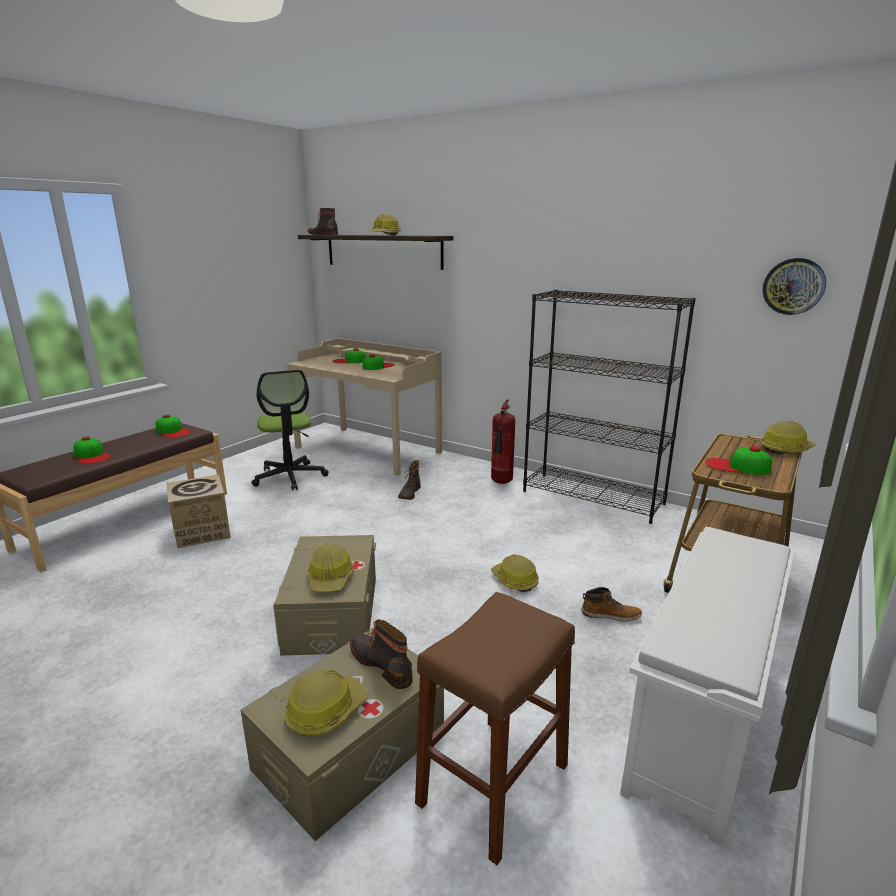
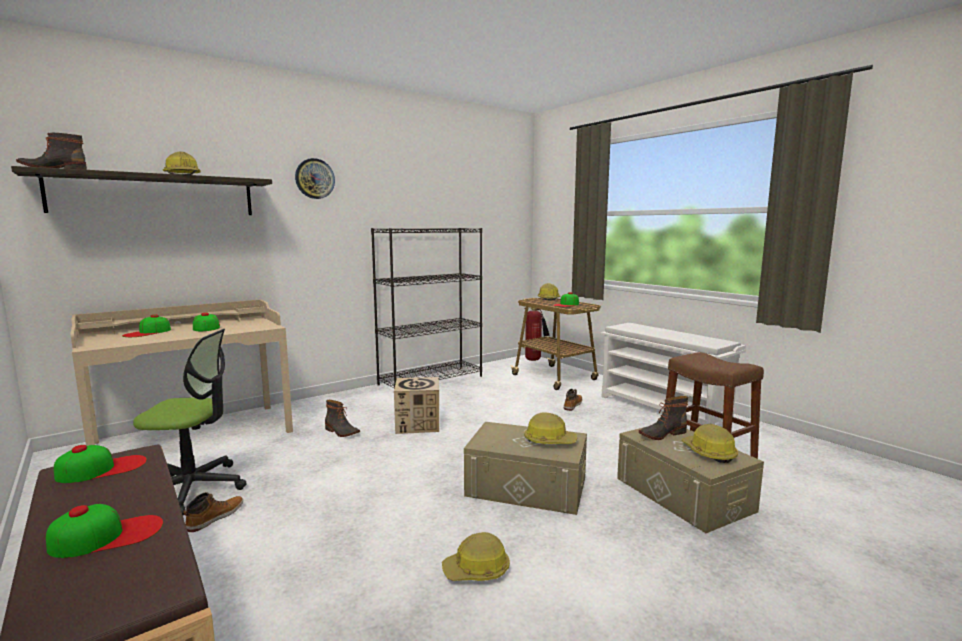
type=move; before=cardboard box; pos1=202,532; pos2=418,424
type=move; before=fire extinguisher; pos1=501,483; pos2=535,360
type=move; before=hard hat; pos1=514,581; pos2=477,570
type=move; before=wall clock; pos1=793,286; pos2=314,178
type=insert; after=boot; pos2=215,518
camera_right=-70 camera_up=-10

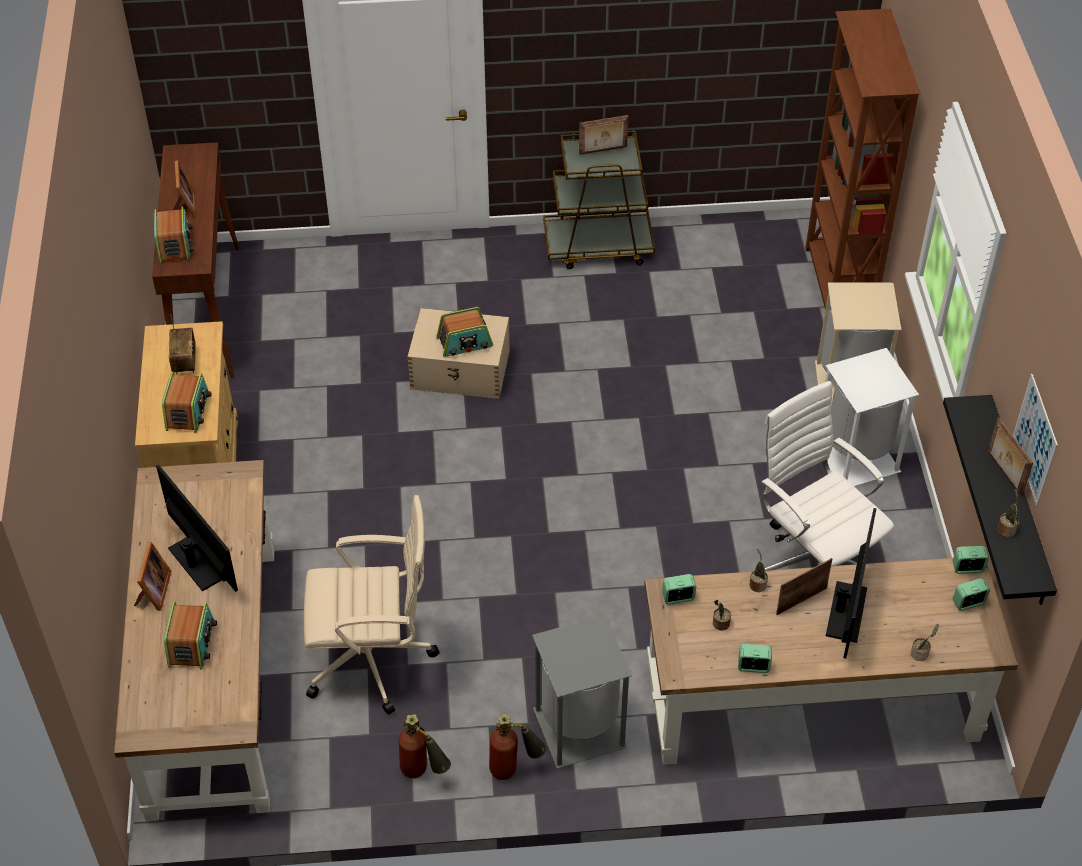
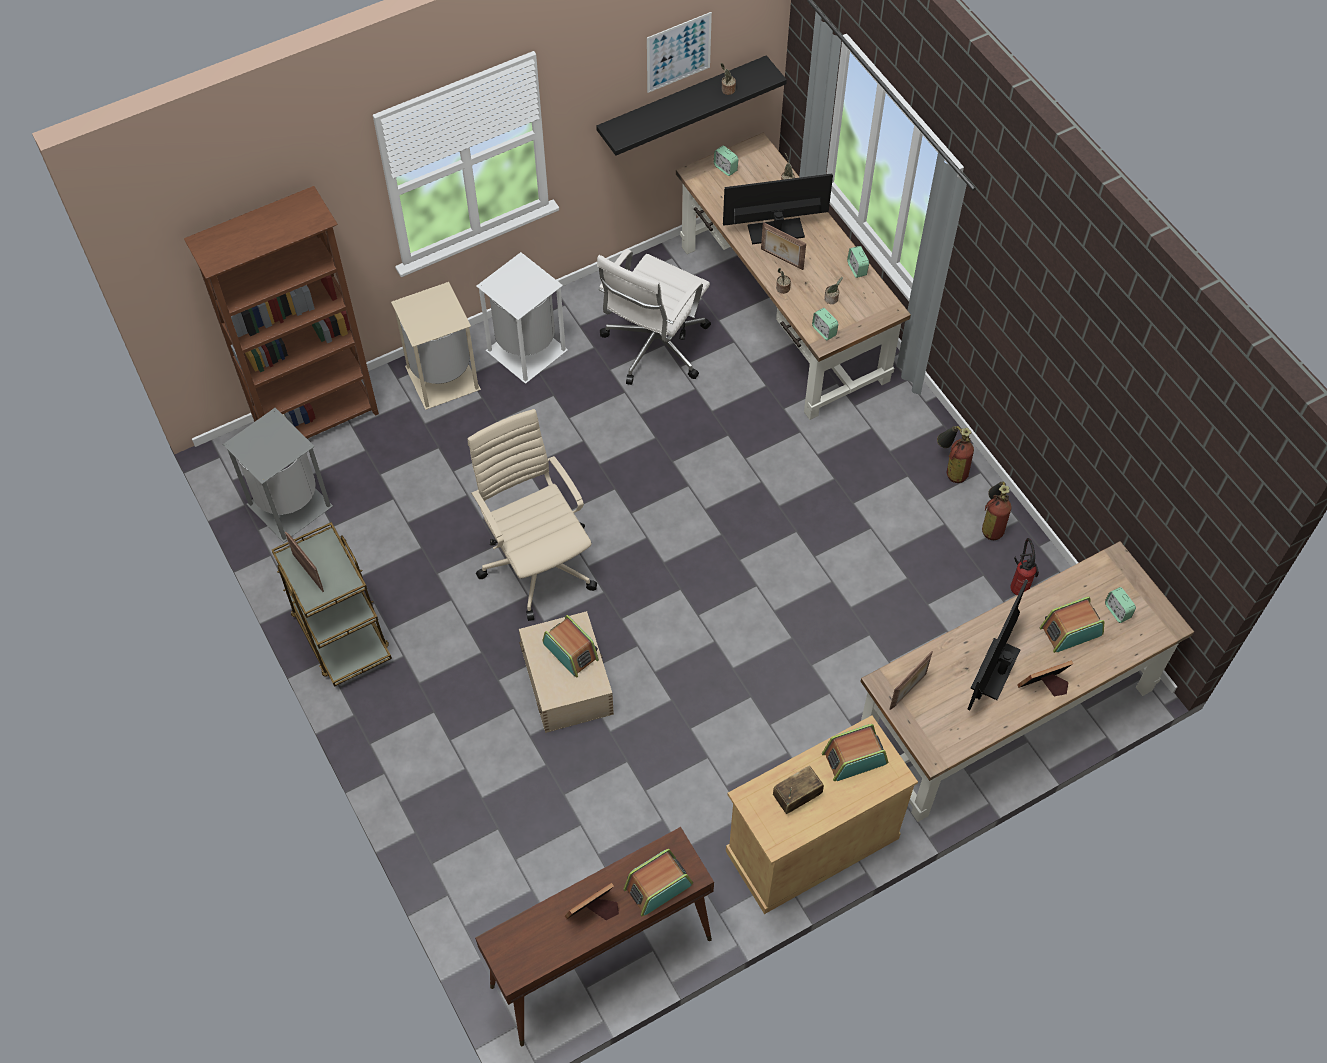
type=move; before=beige office chair; pos1=373,658; pos2=538,562
type=move; before=grey trash can; pos1=581,729; pos2=290,504
type=move; before=alarm clock; pos1=968,568; pos2=1117,611
type=move; before=picture frame; pos1=1004,473; pos2=908,691
type=insert; after=fire extinguisher; pos2=1019,586
camera_right=-115 camera_up=10

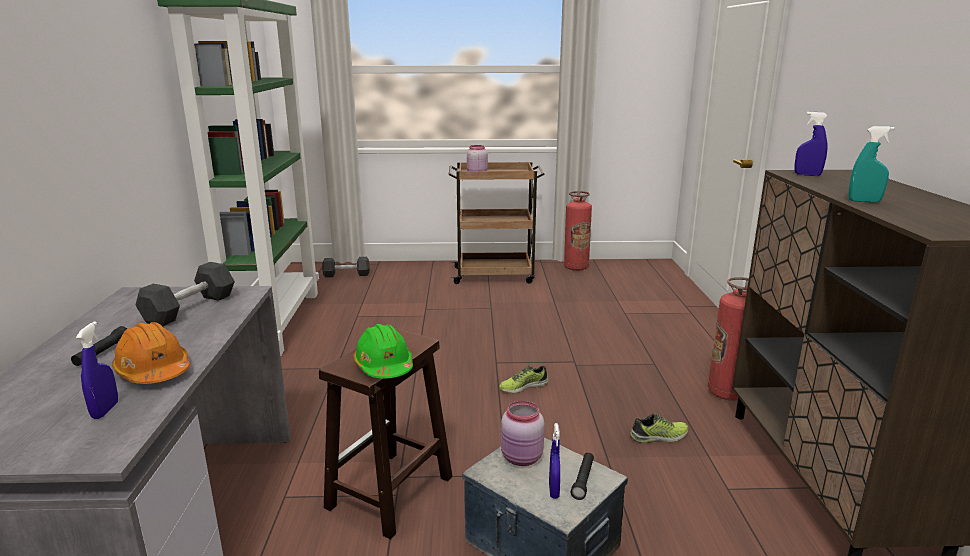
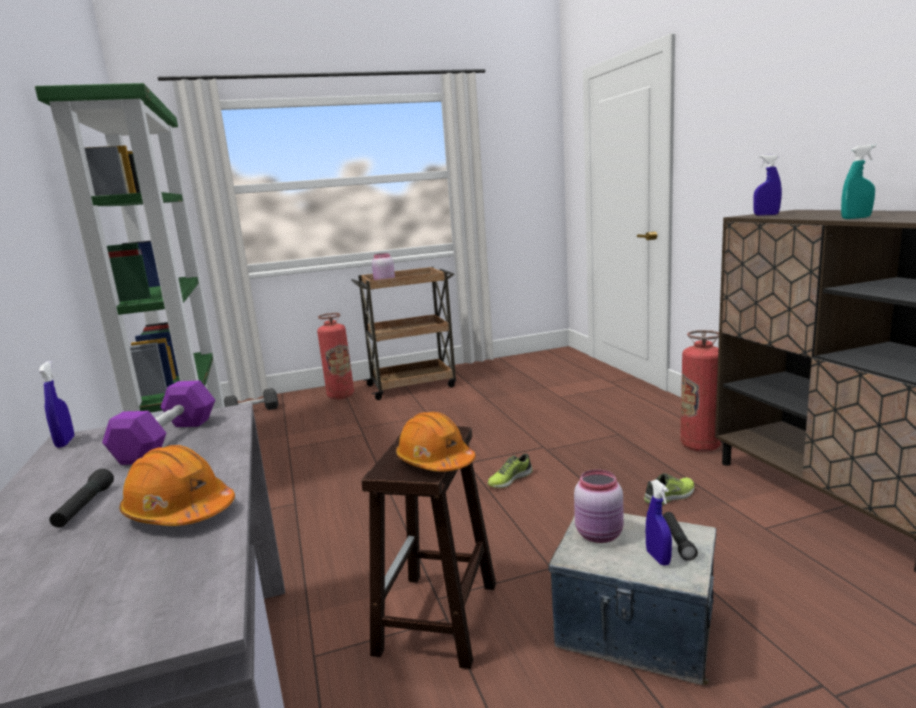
type=move; before=blue spray bottle; pos1=105,410; pos2=65,442
type=recolor; before=black dumbbell; after=purple dumbbell; pos1=190,308; pos2=167,440
type=recolor; before=green hard hat; after=orange hard hat; pos1=384,366; pos2=435,461
type=move; before=fire extinguisher; pos1=576,267; pos2=340,395
camera_right=-15 camera_up=-5

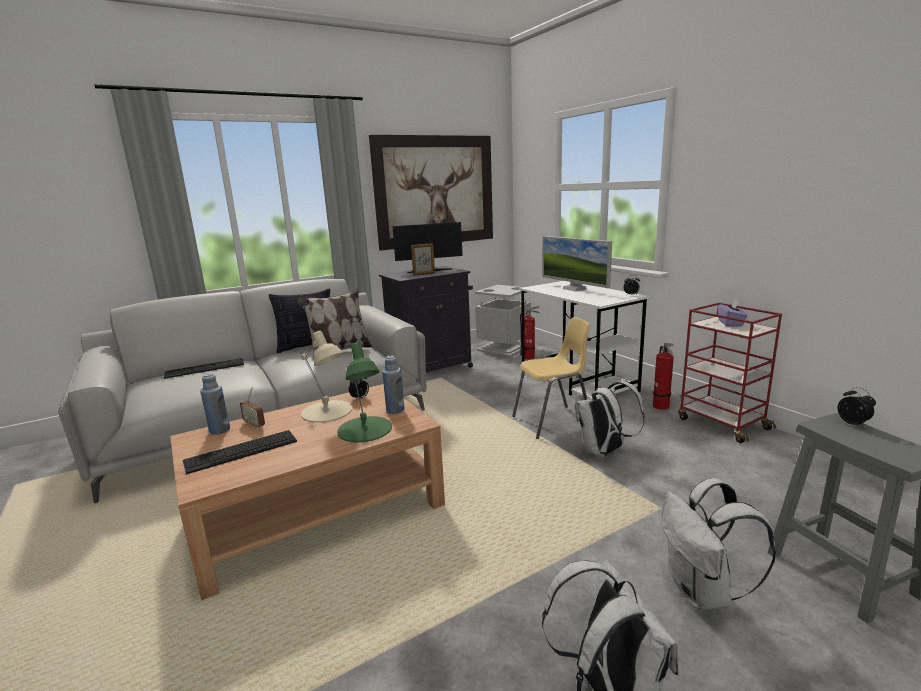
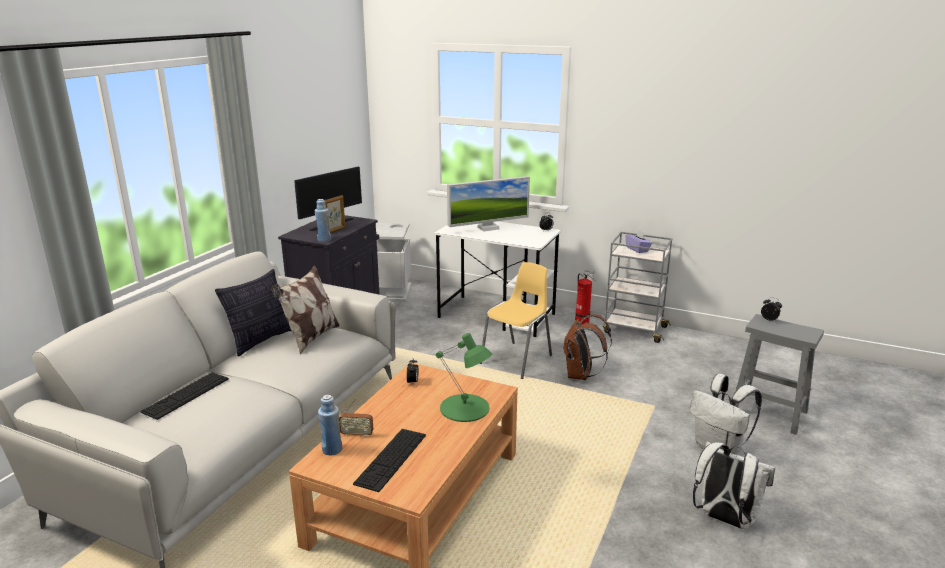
type=delete; before=beige table lamp; pos1=327,411
type=delete; before=picture; pos1=435,191
type=move; before=blue bottle; pos1=395,410; pos2=324,240
type=delete; before=fire extinguisher; pos1=530,357
type=rotate; before=monitor; pos1=574,289; pos2=488,228; turn=-45
type=recolor; before=white backpack; after=brown backpack; pos1=604,452; pos2=581,375
type=recolor; before=red cart; after=grey cart; pos1=721,423; pos2=634,329
camera_right=-35 camera_up=5

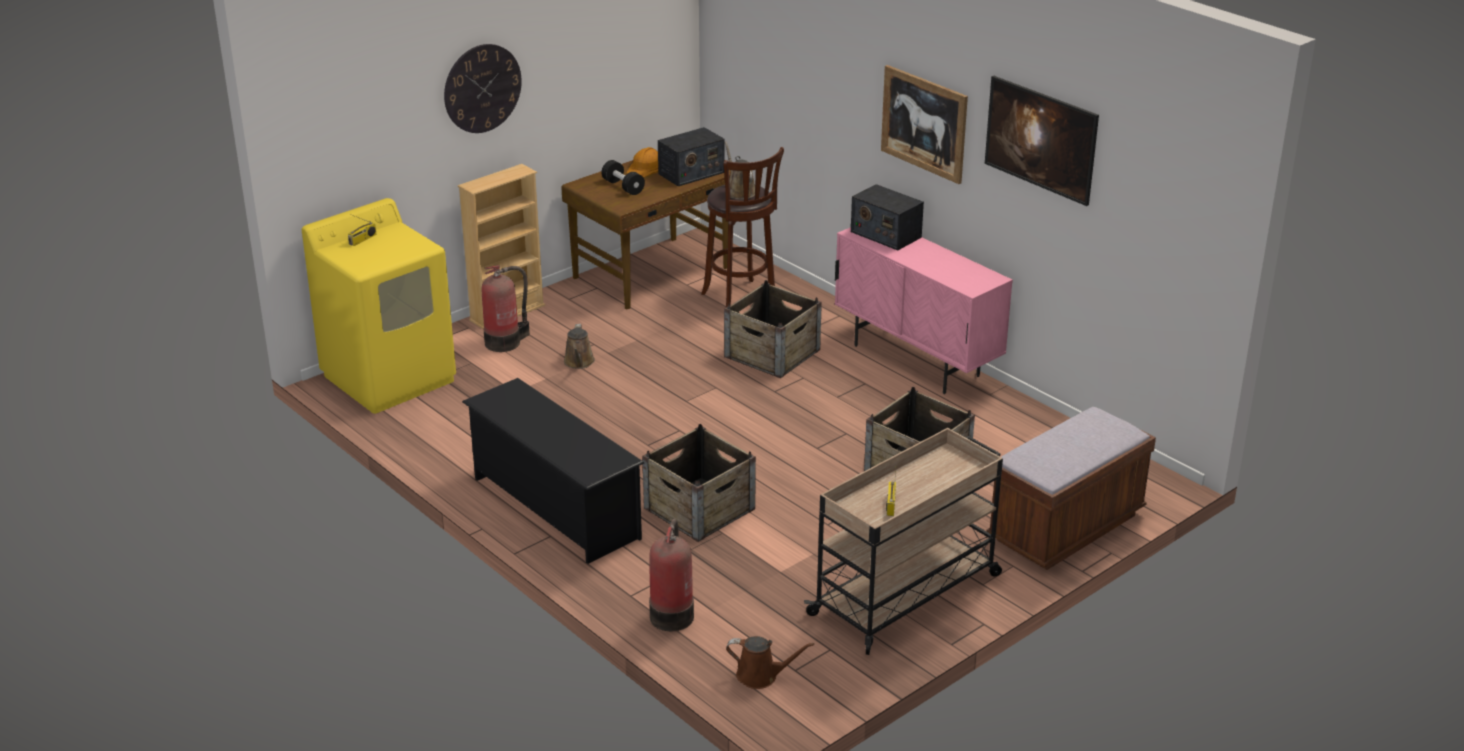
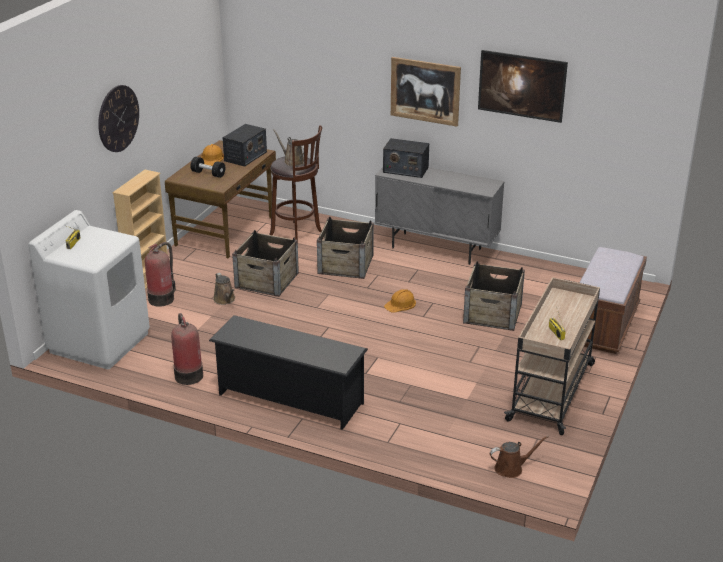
type=recolor; before=yellow washing machine; after=white washing machine; pos1=390,378; pos2=99,342
type=move; before=crate; pos1=699,509; pos2=267,280
type=move; before=fire extinguisher; pos1=672,614; pos2=188,375
type=recolor; before=pink cabinet; after=grey cabinet; pos1=916,361; pos2=436,248
type=insert; after=orange hard hat; pos2=400,304
camera_right=-25 camera_up=0

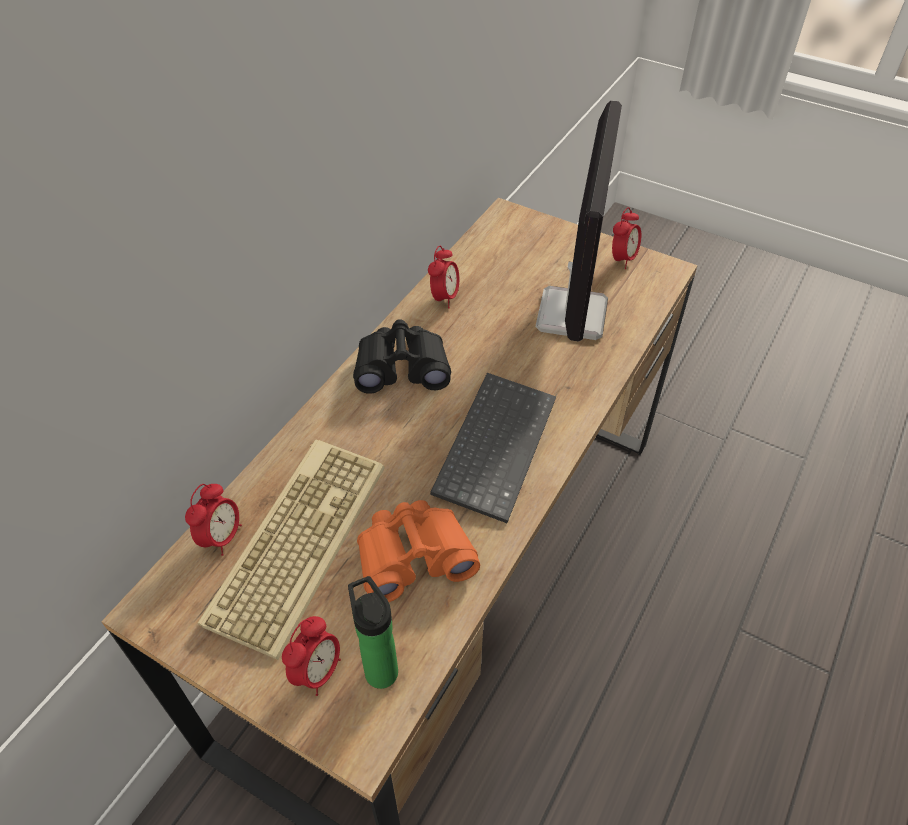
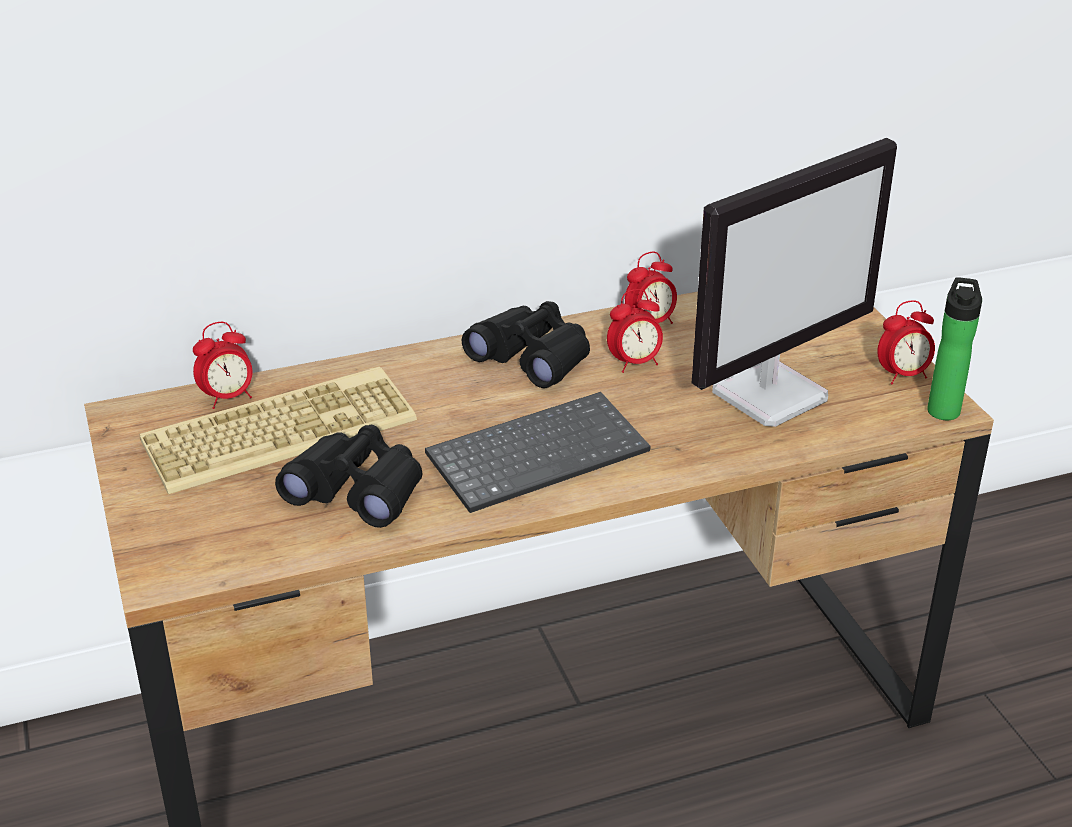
type=move; before=alarm clock; pos1=317,671; pos2=634,363
type=move; before=bottle; pos1=379,668; pos2=943,408
type=recolor; before=orange binoculars; after=black binoculars; pos1=414,556; pos2=357,491
camera_right=40 camera_up=-15

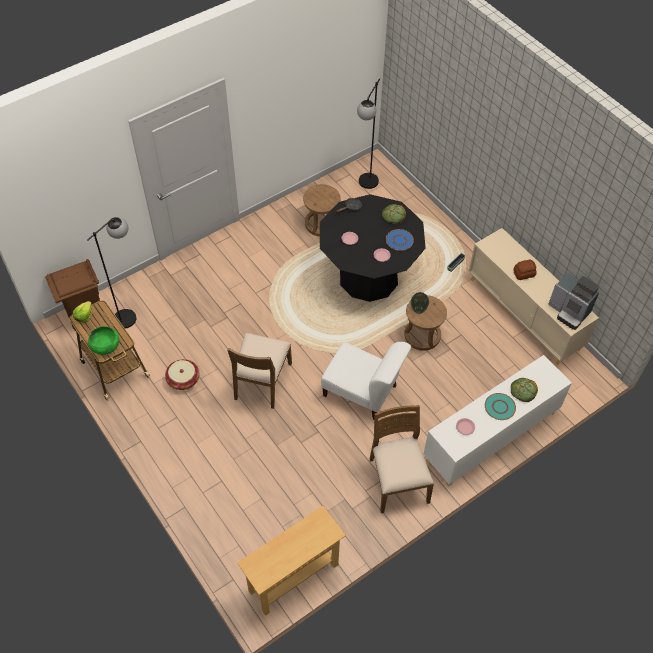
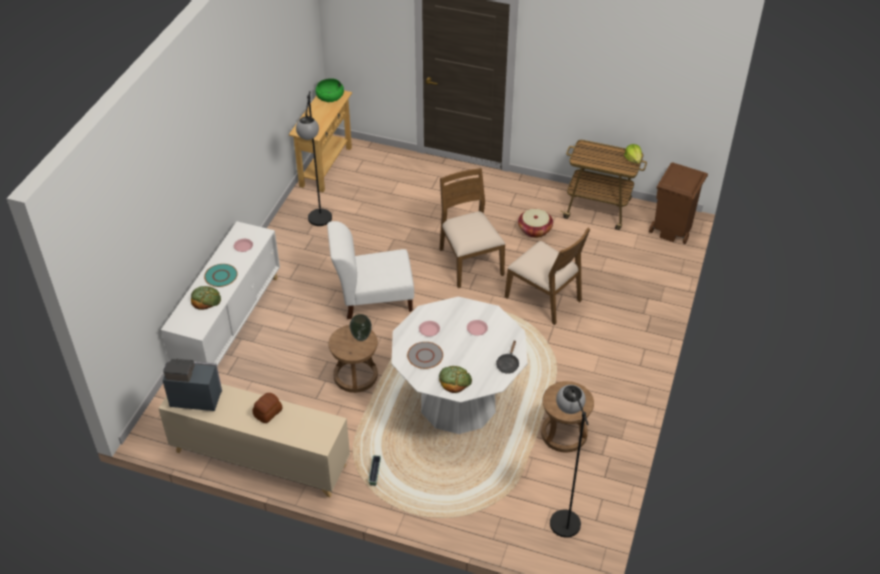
type=move; before=black floor lamp; pos1=130,313; pos2=319,224
type=move; before=green bowl; pos1=105,345; pos2=330,96
type=recolor; before=black dining table; after=white dining table; pos1=368,277; pos2=458,403
type=move; before=brown chair; pos1=397,480; pos2=544,298
type=recolor; before=blue plate; after=grey plate; pos1=399,240; pos2=425,356
camera_right=145 camera_up=-10

